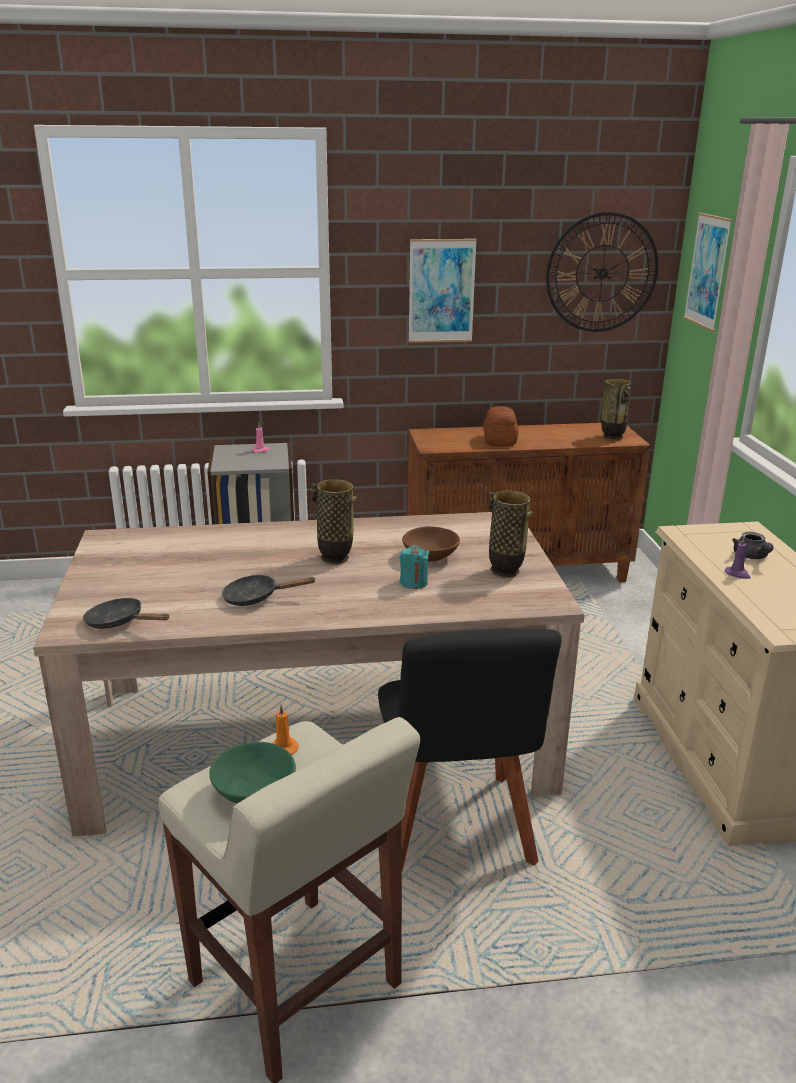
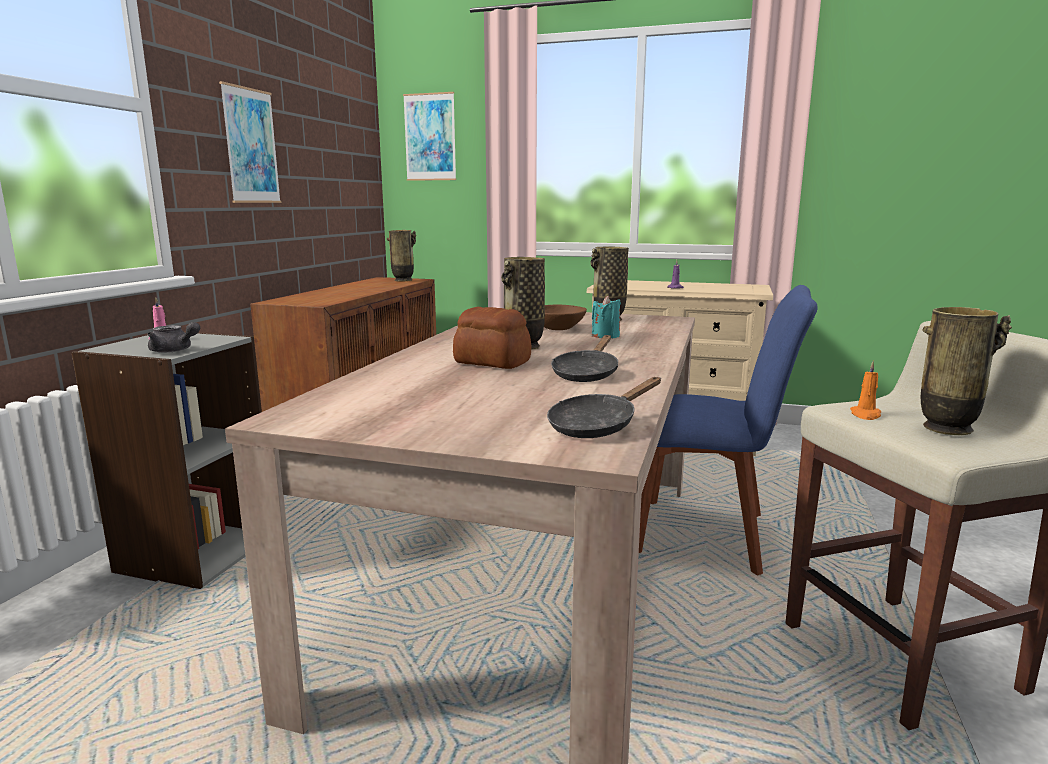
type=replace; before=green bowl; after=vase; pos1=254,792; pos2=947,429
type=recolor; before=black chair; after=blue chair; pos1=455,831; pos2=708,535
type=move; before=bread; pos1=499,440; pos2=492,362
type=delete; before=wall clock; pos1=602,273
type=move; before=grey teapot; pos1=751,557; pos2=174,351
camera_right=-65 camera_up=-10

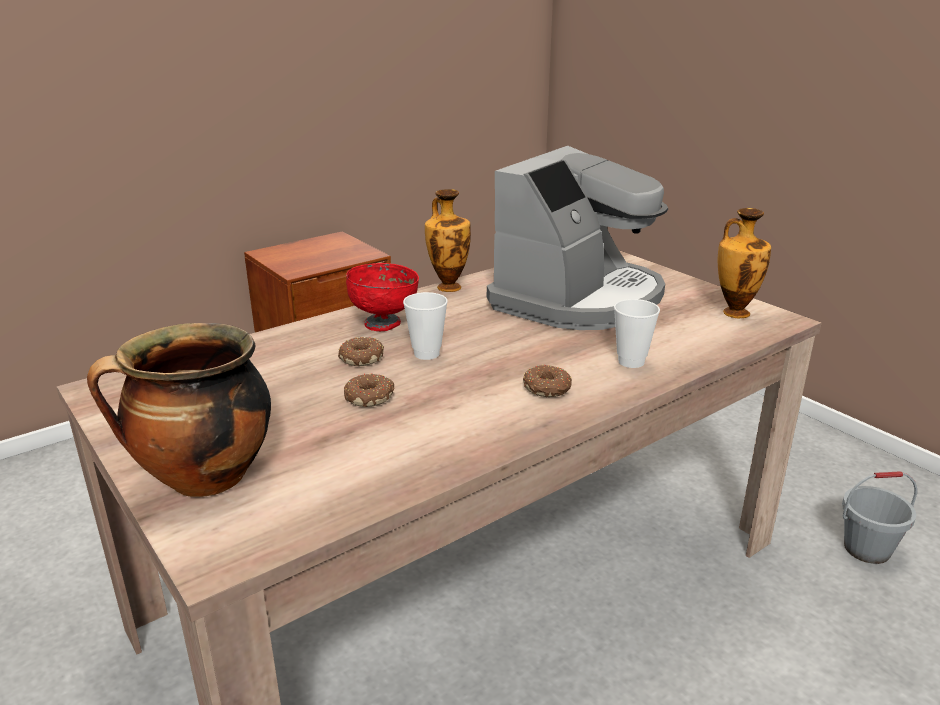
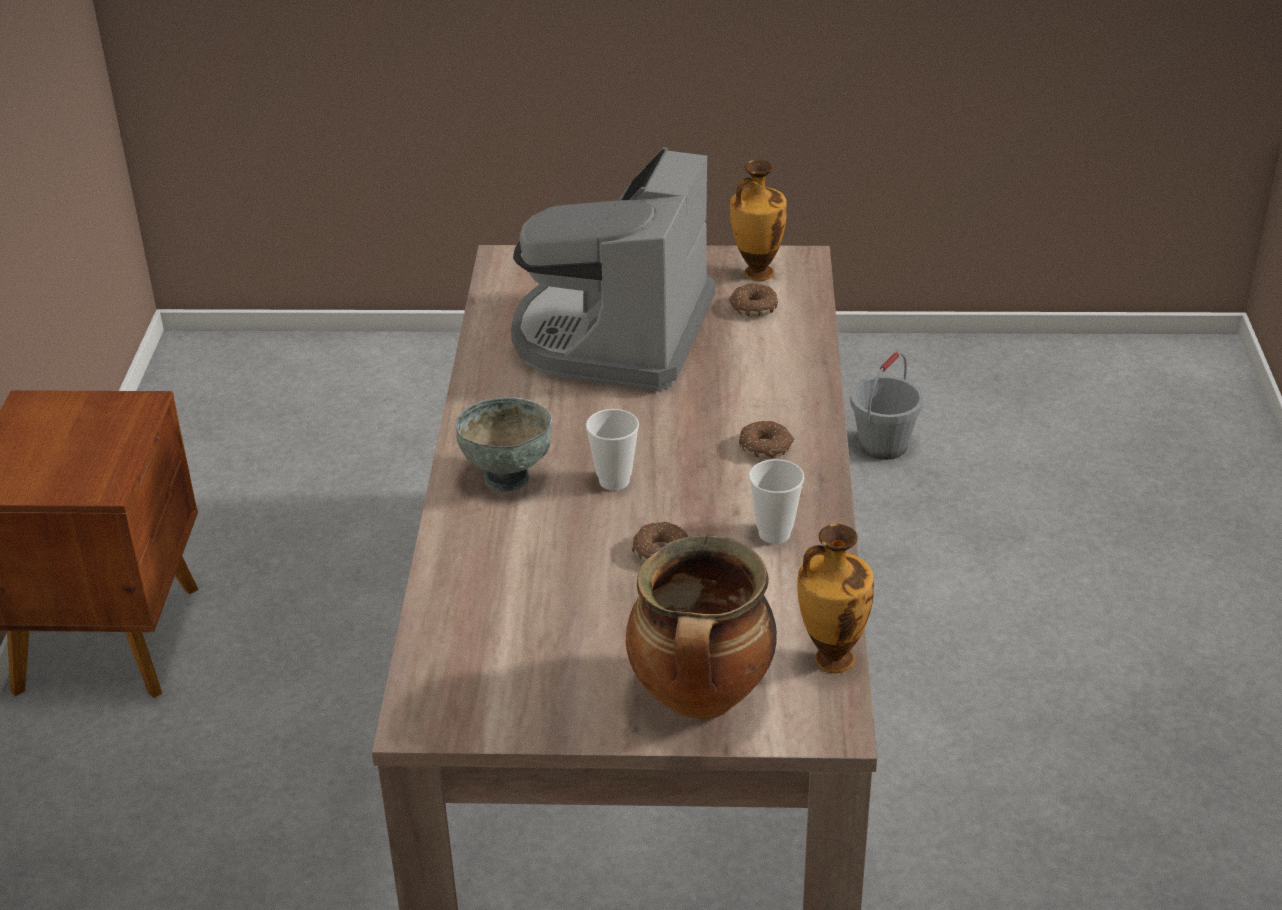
type=move; before=donut; pos1=361,358; pos2=753,307
type=recolor; before=red bowl; after=grey bowl; pos1=384,323; pos2=507,477
type=move; before=vase; pos1=448,287; pos2=831,659
type=rotate; before=coffee machine; pos1=578,299; pos2=614,335; turn=-150
type=move; before=cup; pos1=631,362; pos2=774,533
camera_right=-50 camera_up=10

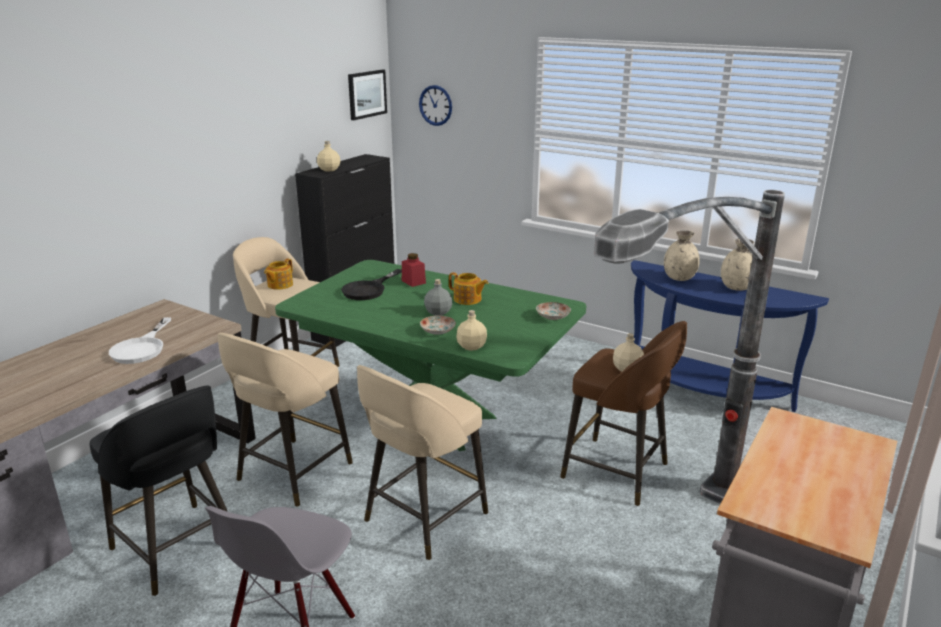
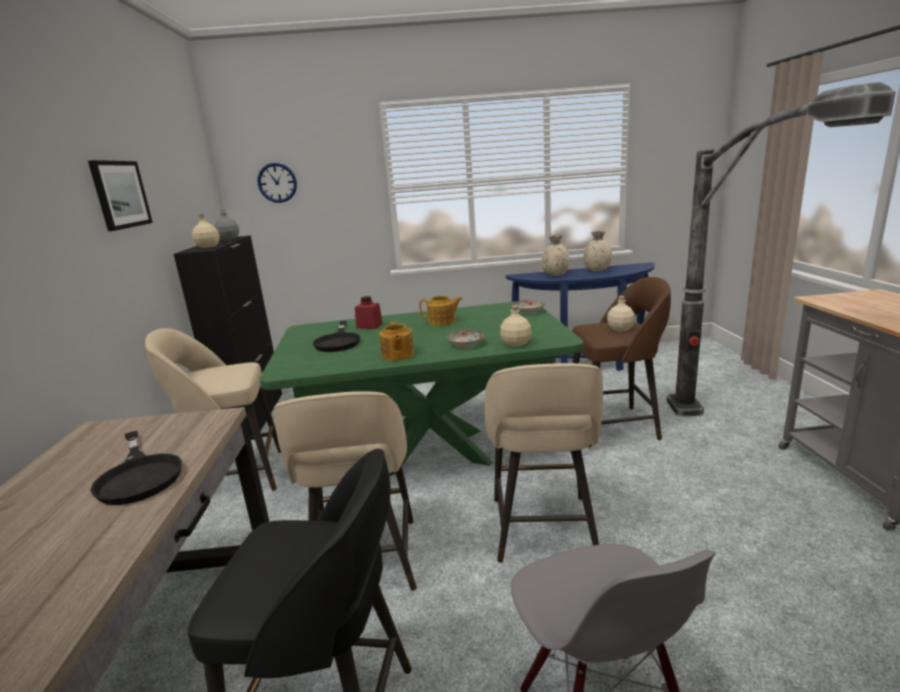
type=recolor; before=white frying pan; after=black frying pan; pos1=142,348; pos2=139,475
type=move; before=teapot; pos1=279,285; pos2=397,355
type=move; before=picture; pos1=366,94; pos2=120,194
type=move; before=grey bottle; pos1=438,312; pos2=228,239
camera_right=-35 camera_up=-5

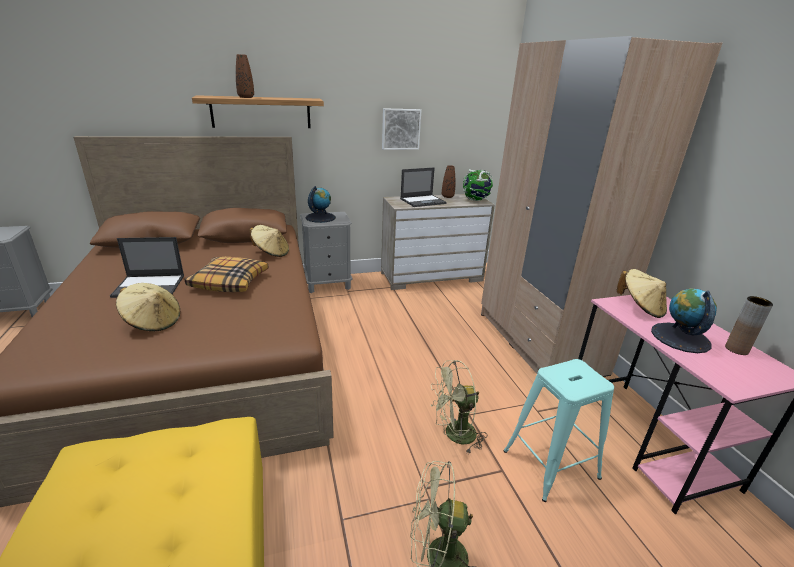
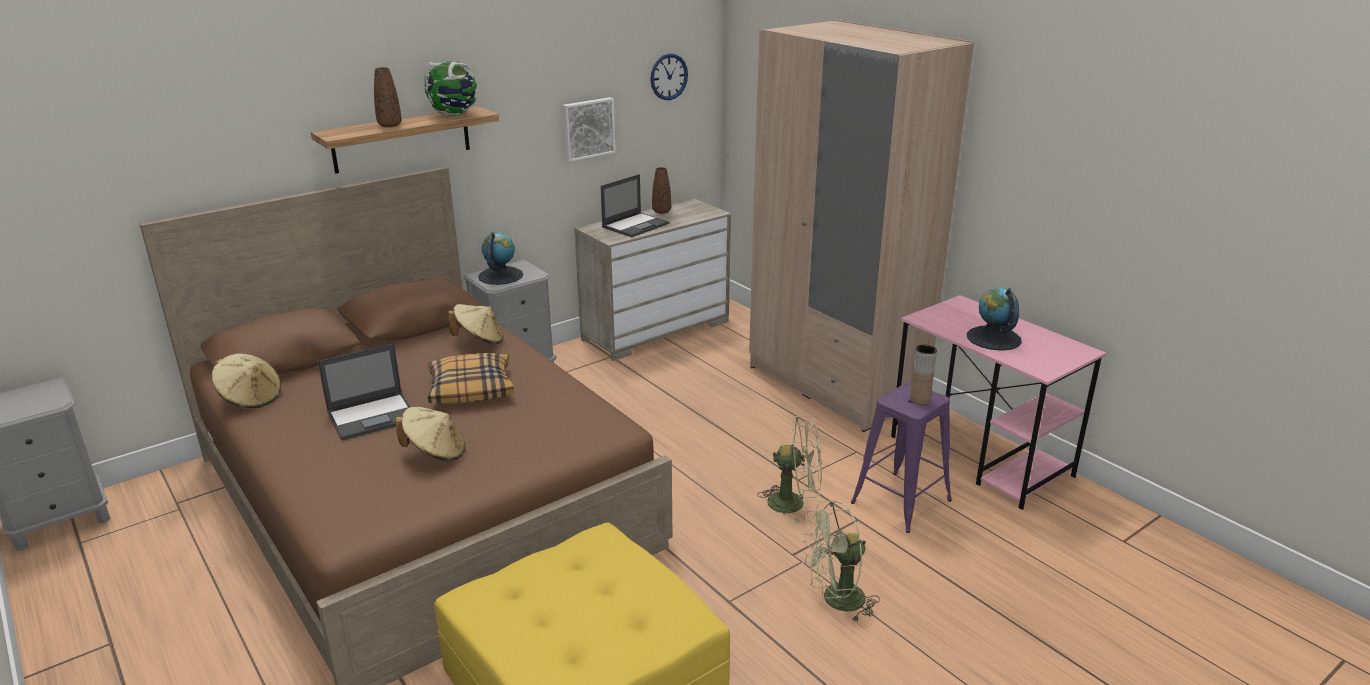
type=rotate; before=green fan; pos1=454,435; pos2=794,503; turn=-135
type=move; before=globe; pos1=475,200; pos2=454,115
type=recolor; before=turquoise stool; after=purple stool; pos1=550,464; pos2=901,501
type=move; before=beige hat; pos1=640,308; pos2=251,398
type=move; before=brown vase; pos1=736,349; pos2=920,400
type=insert; after=wall clock; pos2=668,77
camera_right=-20 camera_up=0

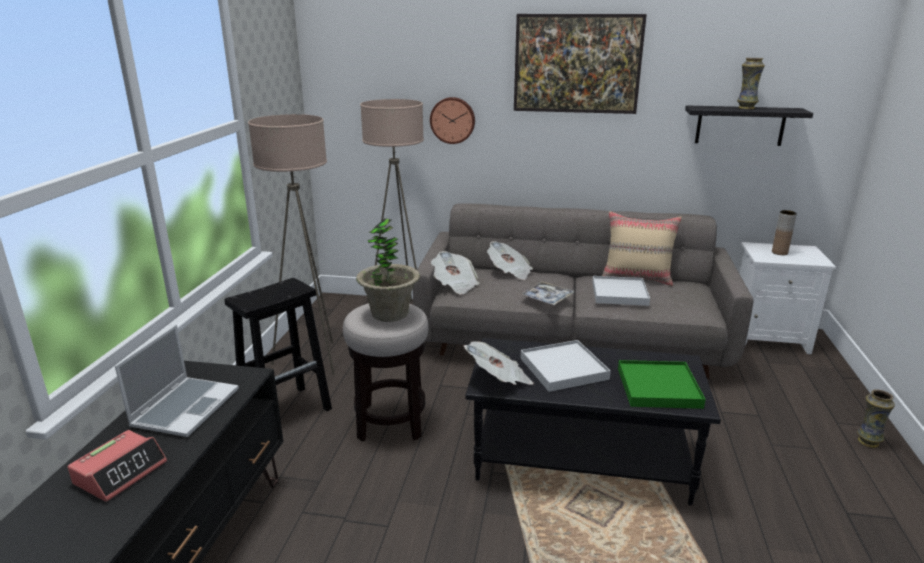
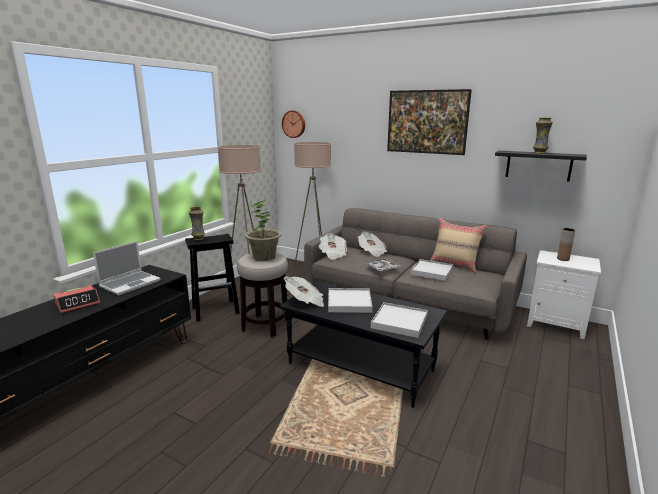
type=move; before=wall clock; pos1=452,120; pos2=294,124
type=recolor; before=green tray; after=white tray; pos1=658,388; pos2=399,322
type=move; before=vase; pos1=867,441; pos2=198,238
camera_right=20 camera_up=-5

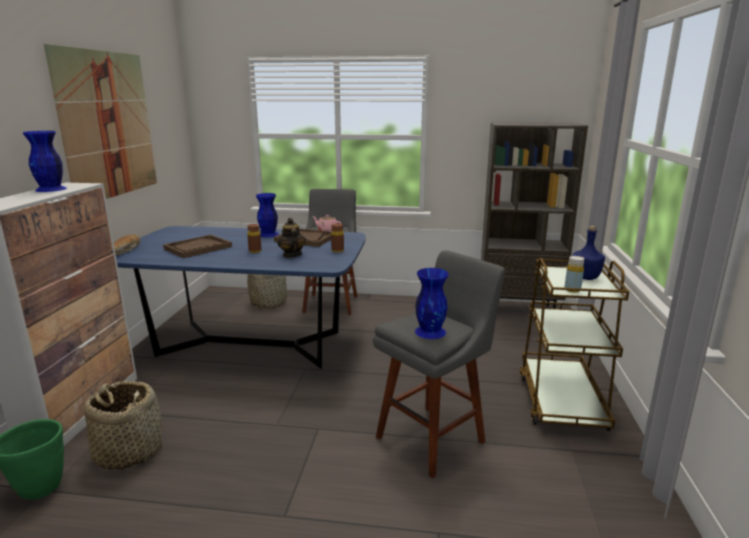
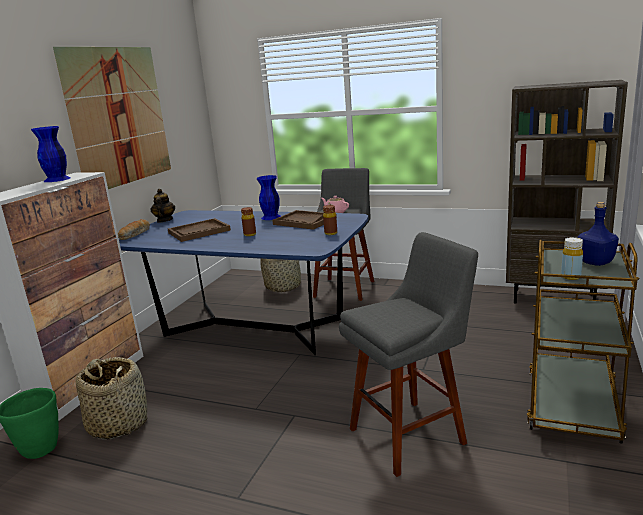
type=move; before=teapot; pos1=292,255; pos2=164,220
type=delete; before=blue vase; pos1=430,331
camera_right=15 camera_up=0

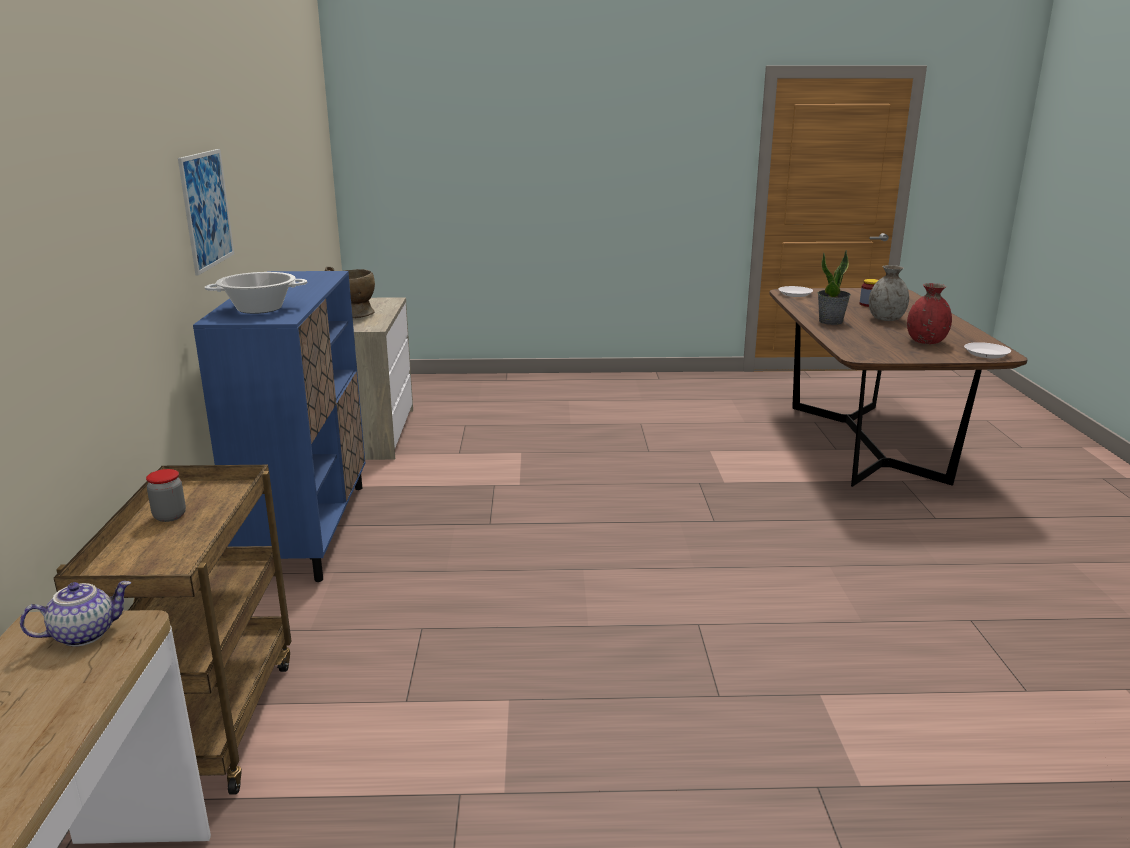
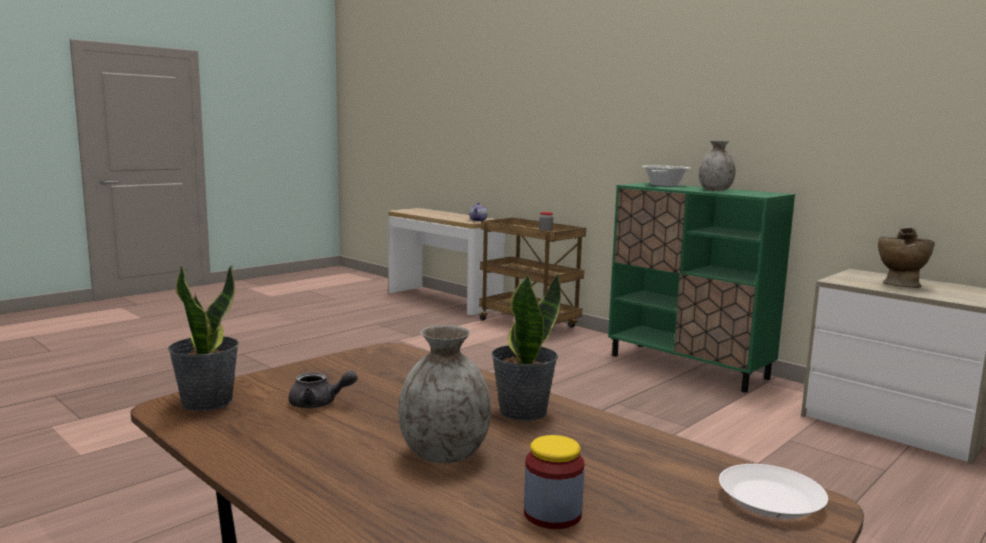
type=delete; before=picture; pos1=206,210
type=recolor; before=blue cabinet; after=green cabinet; pos1=308,529; pos2=688,367
type=replace; before=red vase; after=grey teapot; pos1=925,342; pos2=319,404
type=replace; before=white plate; after=potted plant; pos1=985,354; pos2=206,402
type=insert; after=grey vase; pos2=715,190
camera_right=135 camera_up=-10

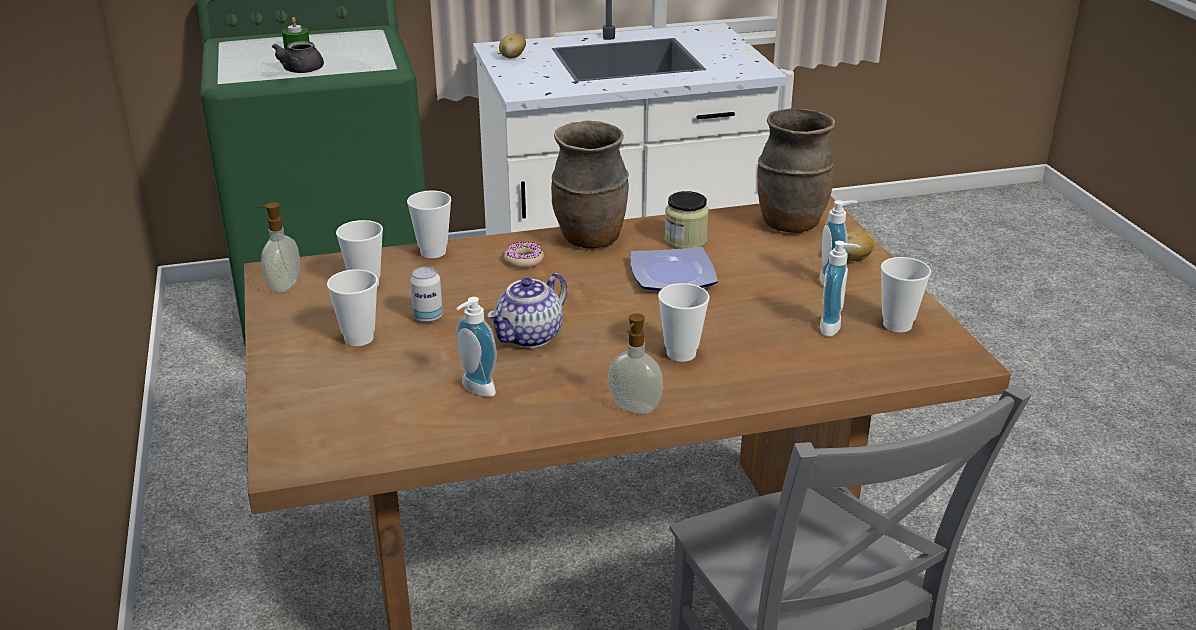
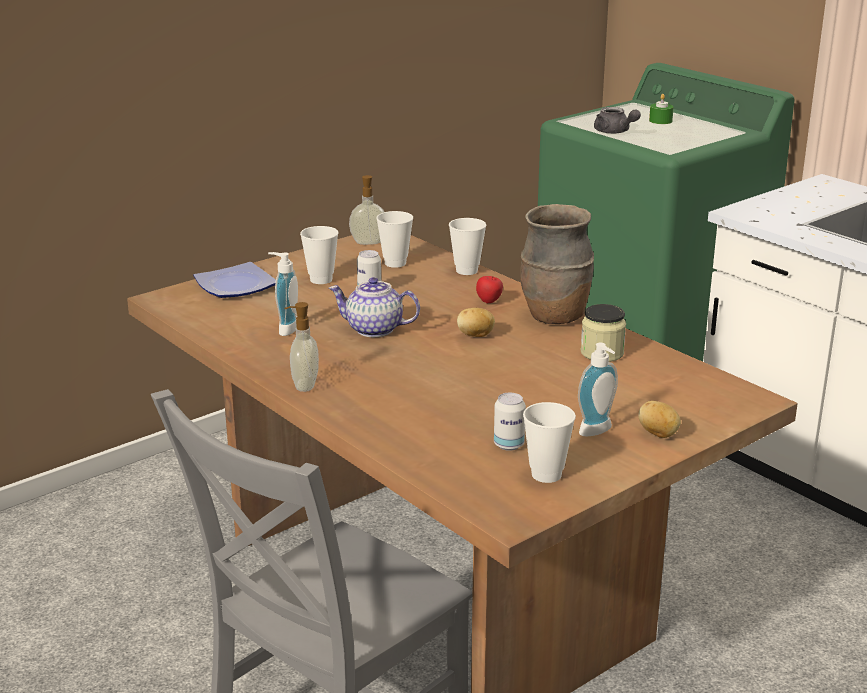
type=rotate; before=grey teapot; pos1=298,71; pos2=614,132; turn=-120
type=move; before=potato; pos1=512,57; pos2=475,335
type=replace; before=donut; after=apple; pos1=524,260; pos2=489,302
type=move; before=plate; pos1=674,276; pos2=235,287
type=delete; before=cup; pos1=681,353
type=delete; before=brown vase; pos1=790,223
type=replace; before=soap dispenser; after=can; pos1=834,328; pos2=508,445
camera_right=65 camera_up=-5

